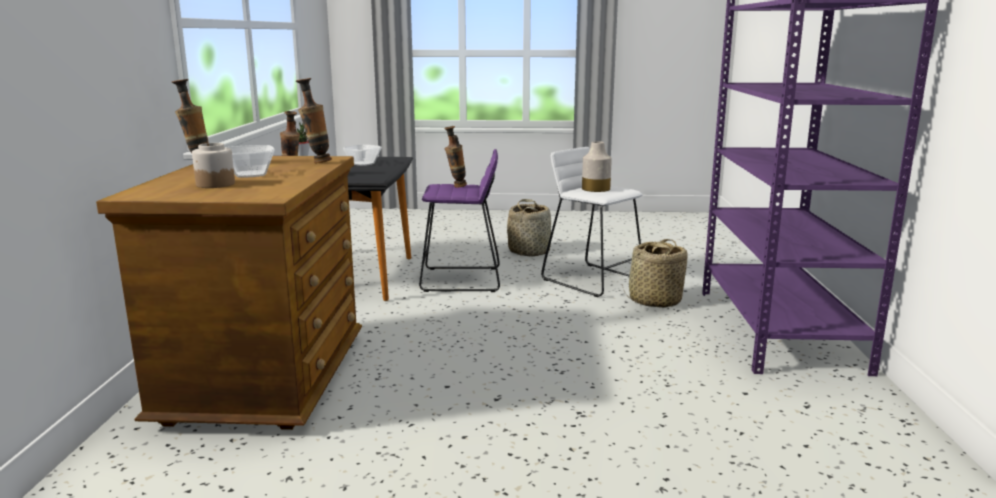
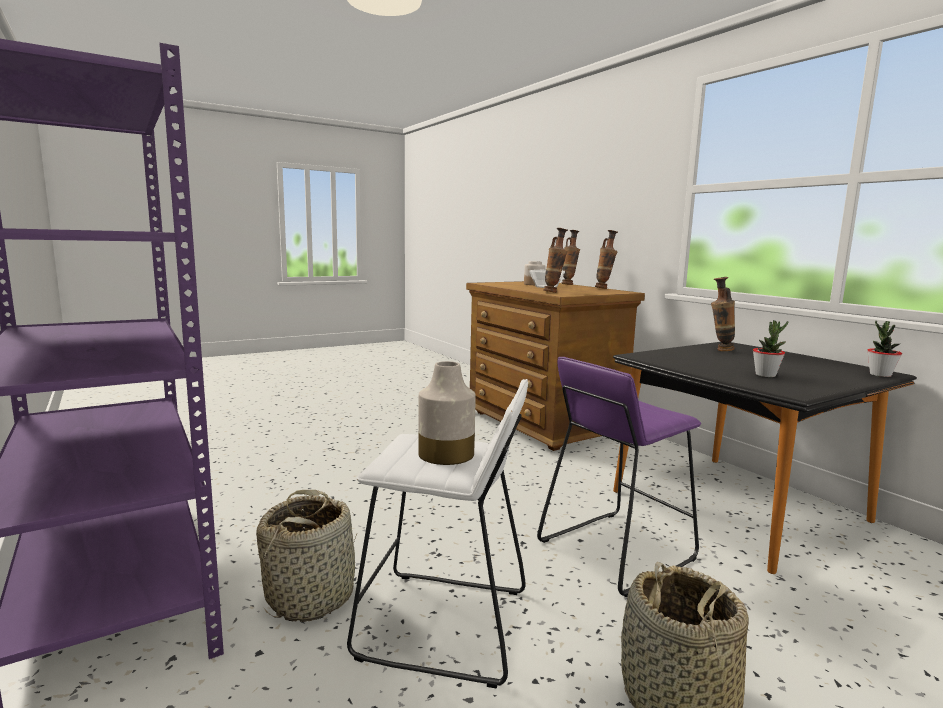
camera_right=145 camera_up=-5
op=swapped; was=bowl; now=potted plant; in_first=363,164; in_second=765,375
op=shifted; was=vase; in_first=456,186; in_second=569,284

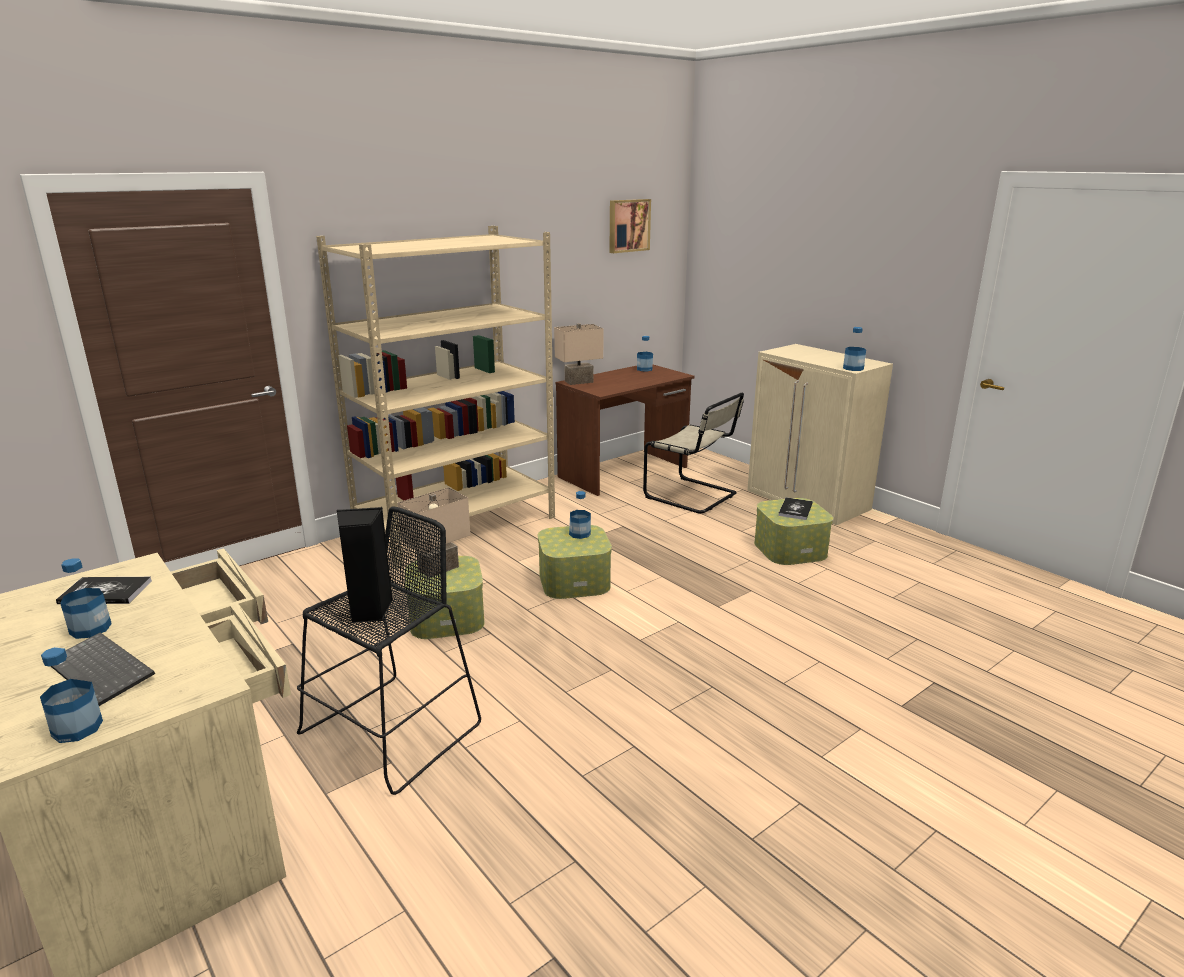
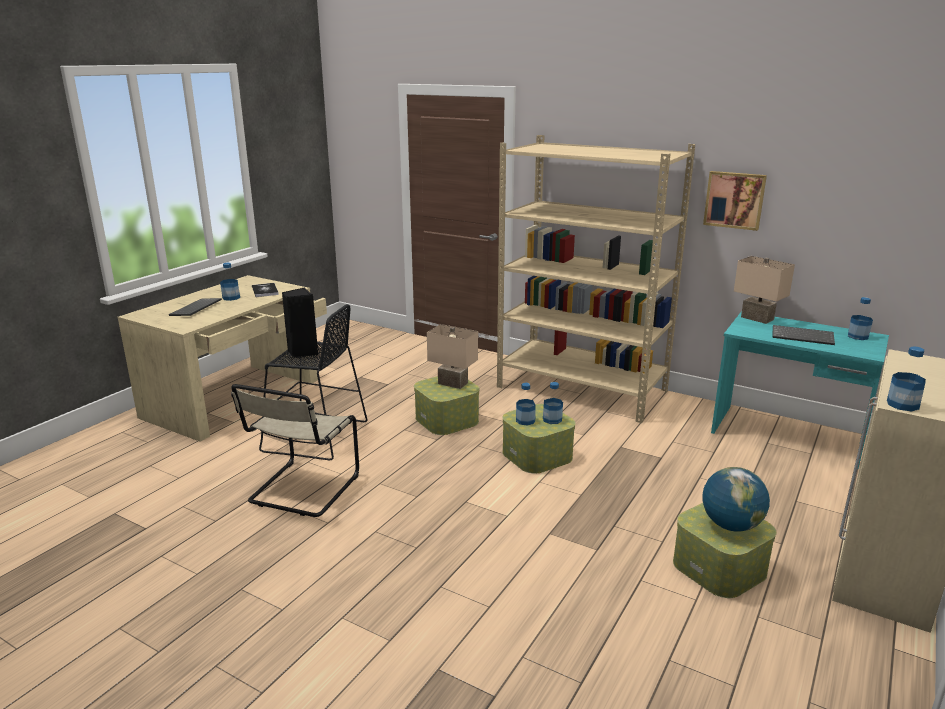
camera_right=70 camera_up=0
op=shifted; was=bottle; in_first=77,728; in_second=525,420
op=repainted; was=brown desk; now=turquoise desk; in_first=624,472; in_second=787,436
op=shifted; was=picture; in_first=628,225; in_second=734,200
op=shifted; was=beige chair; in_first=693,496; in_second=302,490
op=swapped; was=book; now=globe; in_first=795,509; in_second=731,525
op=new; now=keyboard; in_second=803,336

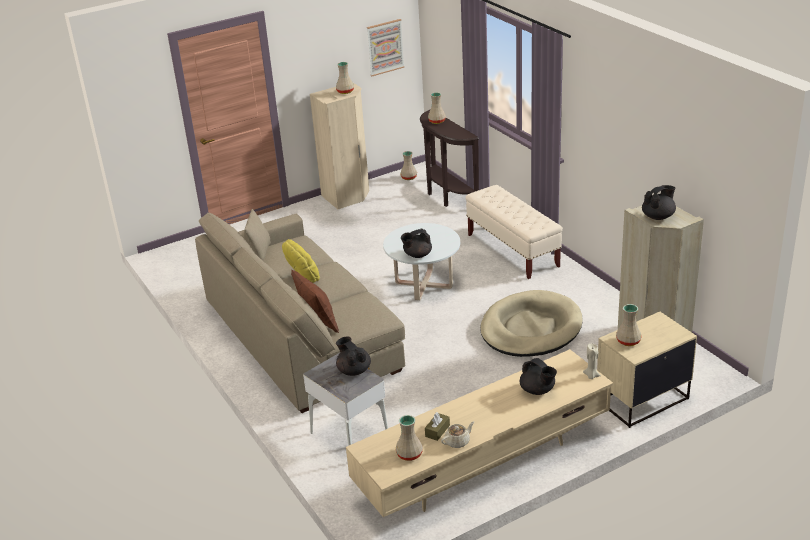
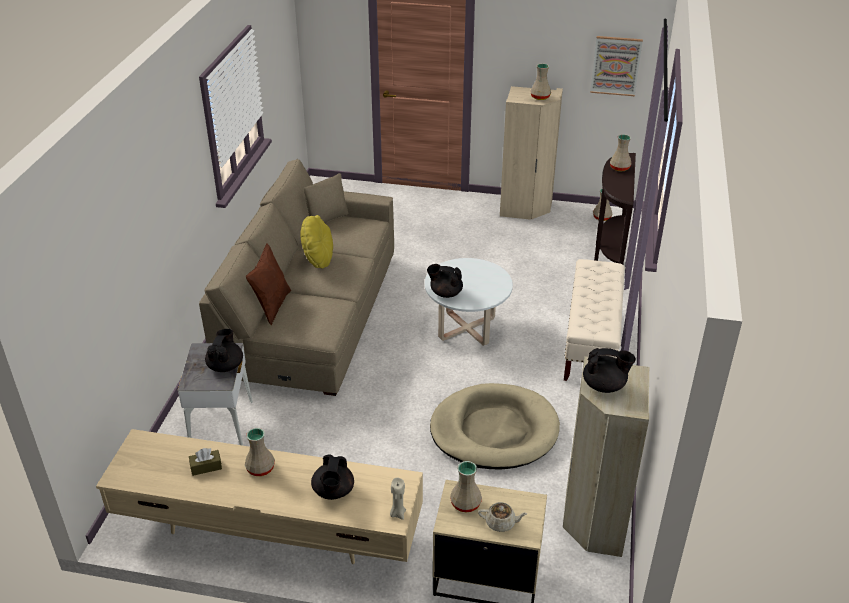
camera_right=40 camera_up=5
op=shifted; was=beige vase; in_first=409,455; in_second=260,469
op=shifted; was=beige teapot; in_first=458,442; in_second=501,523

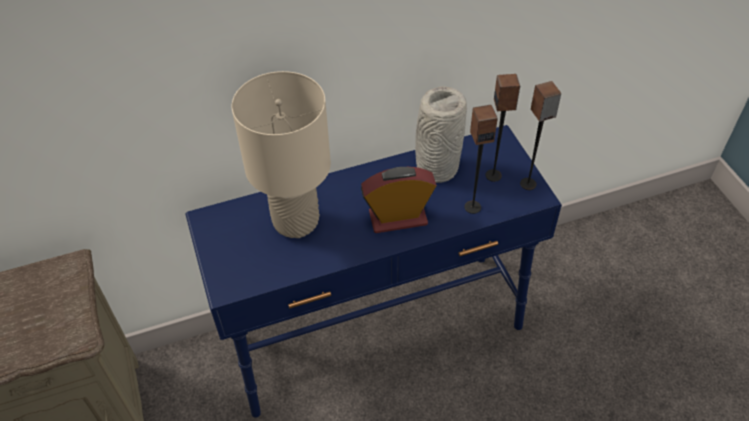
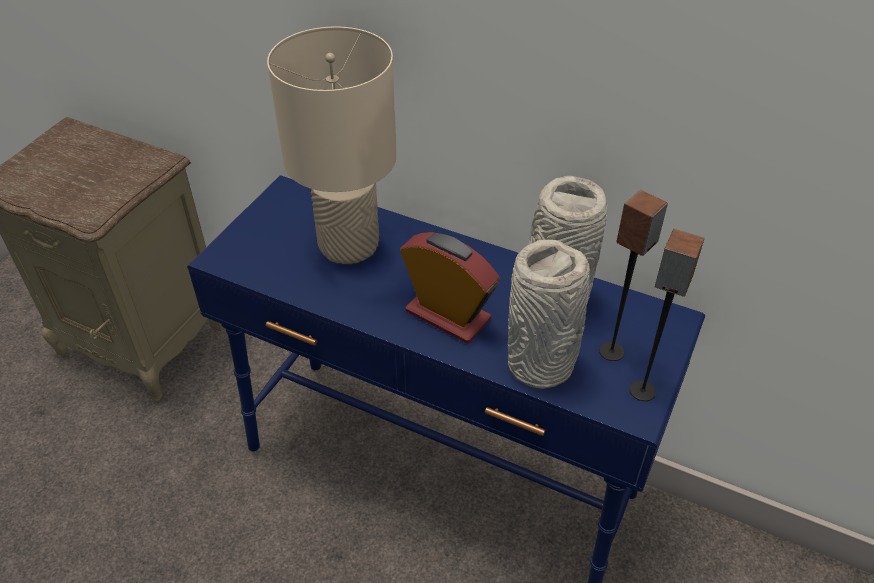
camera_right=45 camera_up=-5
op=swapped; was=speaker; now=grey vase; in_first=472,207; in_second=542,364

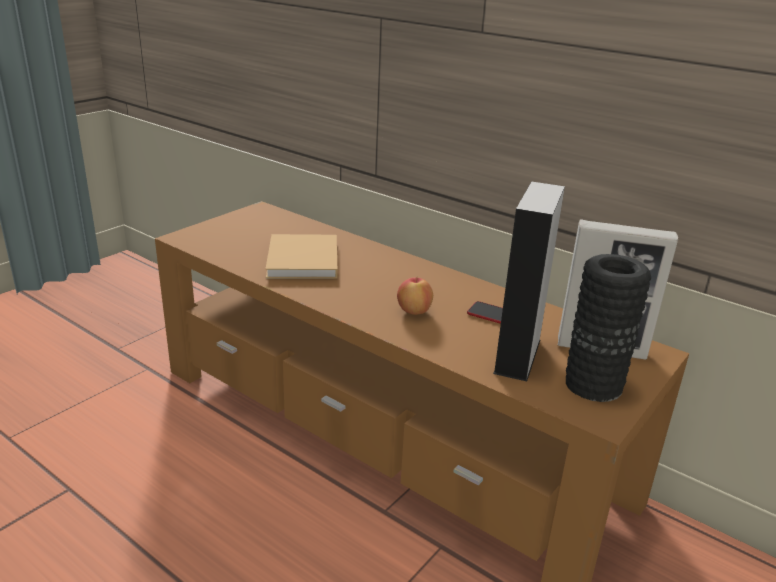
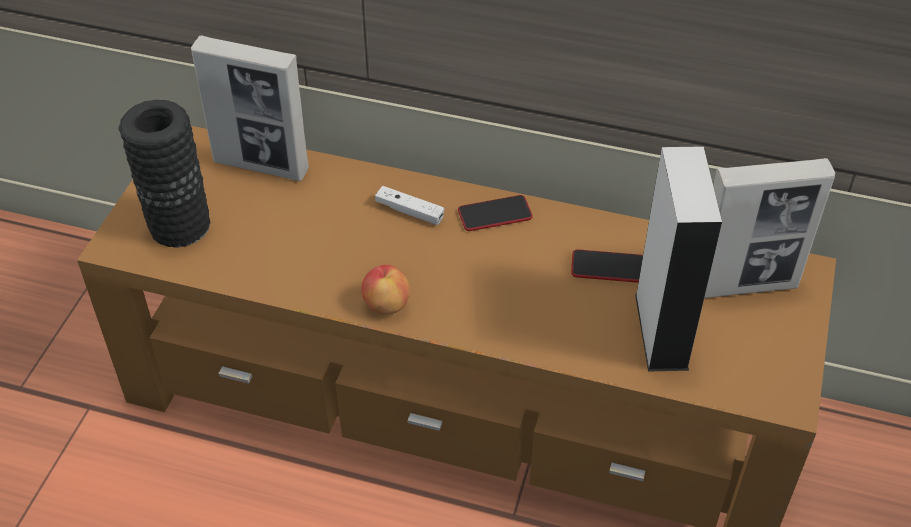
camera_right=-20 camera_up=20
op=gone; was=beige book; in_first=303,261
op=shifted; was=apple; in_first=414,311; in_second=386,304
op=shifted; was=black vase; in_first=593,385; in_second=179,226
op=new; now=picture frame; in_second=261,166
op=new; now=white game controller; in_second=409,211
op=new; now=phone; in_second=495,214

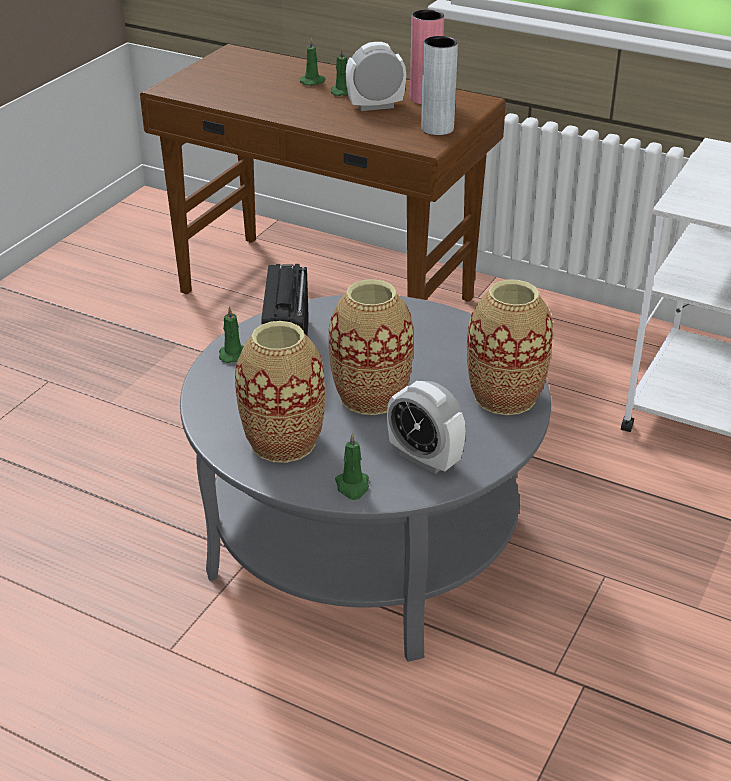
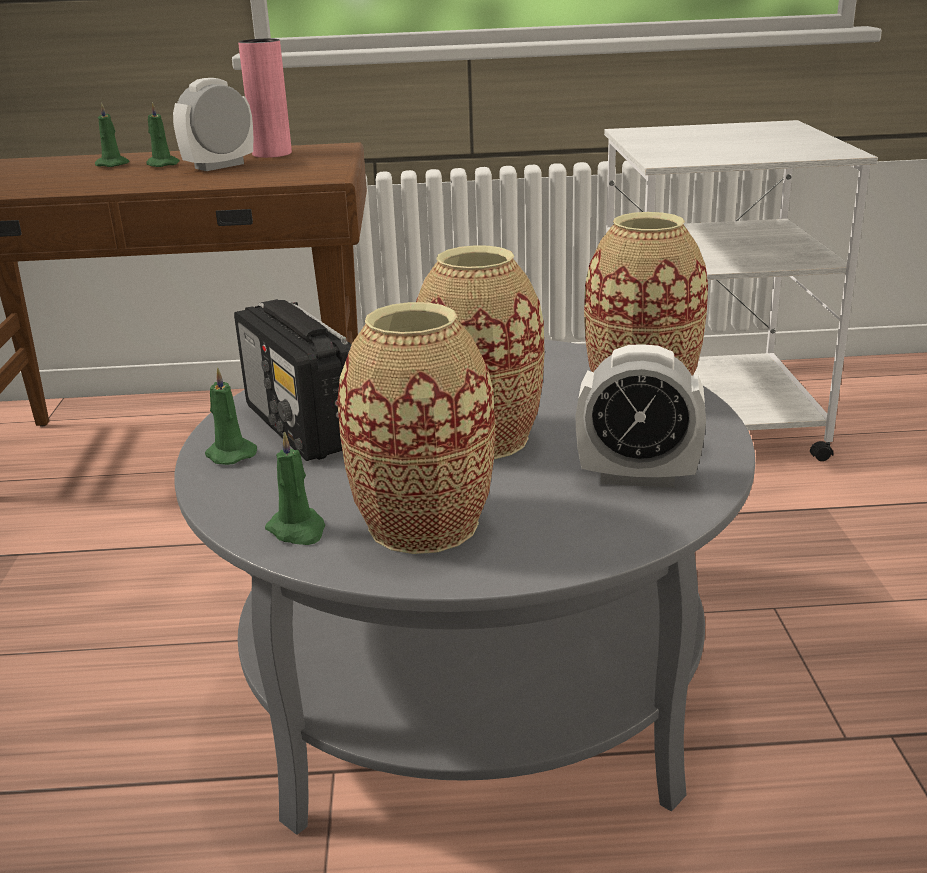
camera_right=-30 camera_up=-10
op=shifted; was=green candle; in_first=352,486; in_second=298,530
op=gone; was=grey vase; in_first=437,129

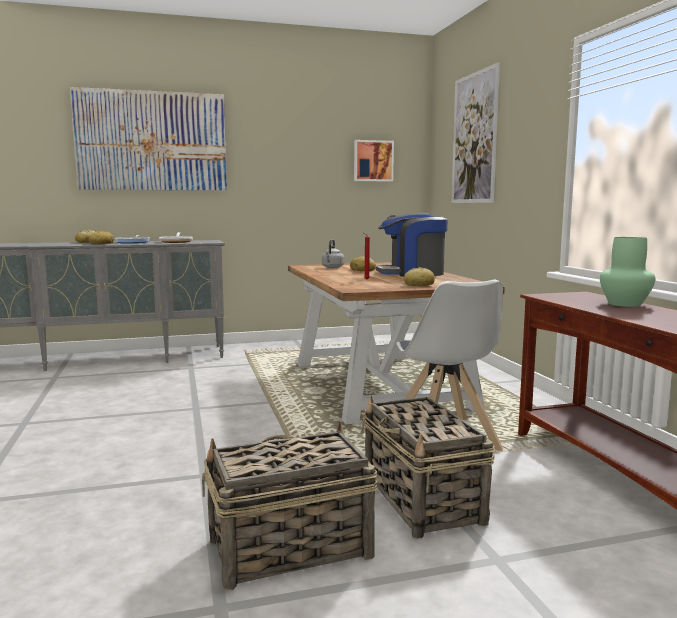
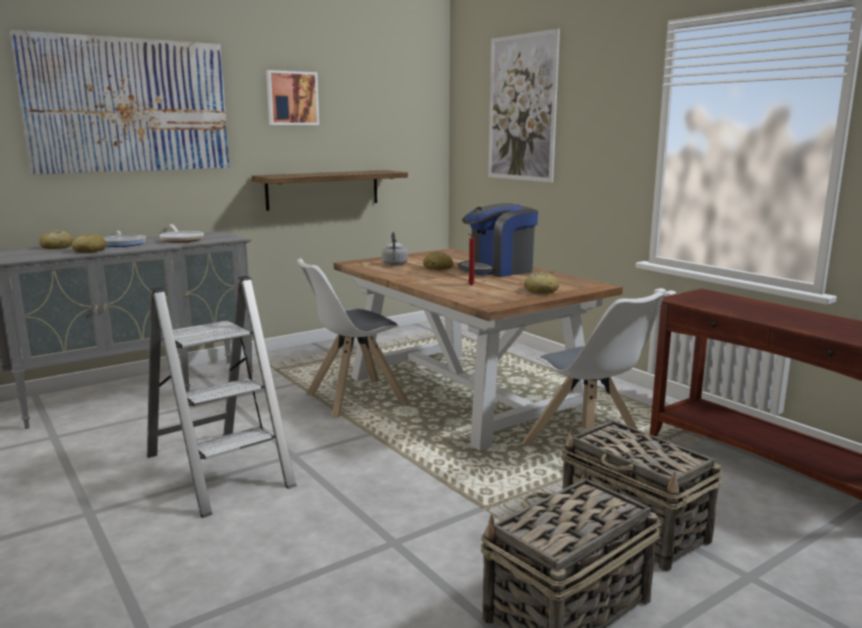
camera_right=-20 camera_up=5
op=shifted; was=picture; in_first=373,161; in_second=292,98
op=gone; was=green vase; in_first=624,304
op=new; now=grey step ladder; in_second=217,469
op=new; now=shelf; in_second=323,189
op=new; now=chair; in_second=353,399

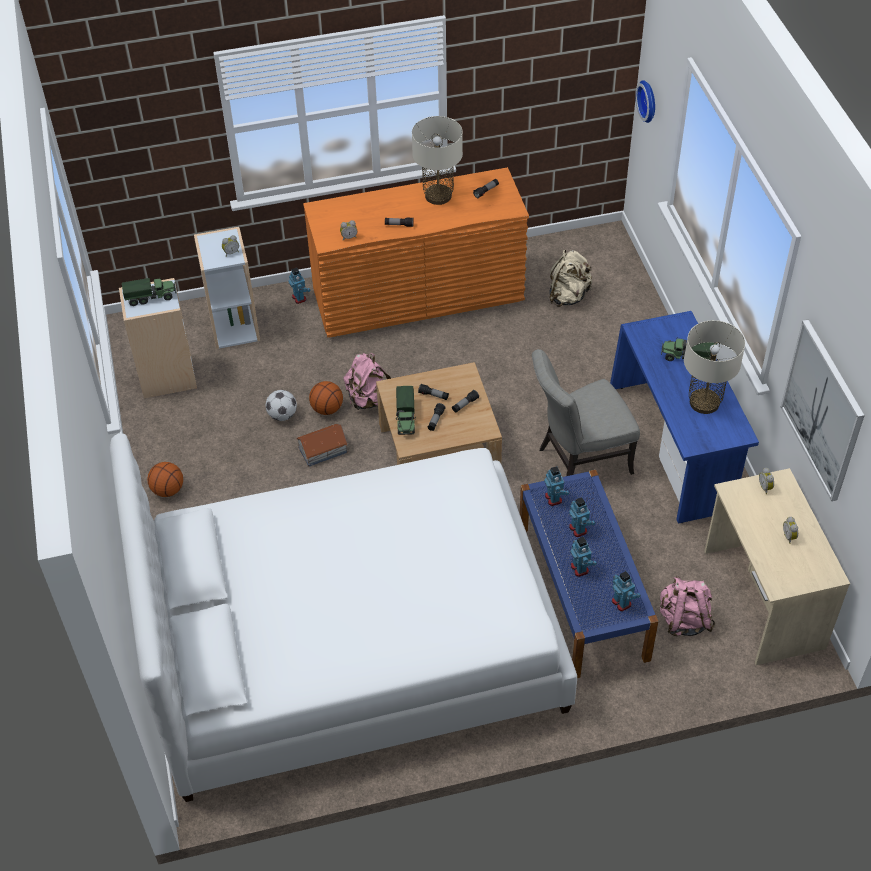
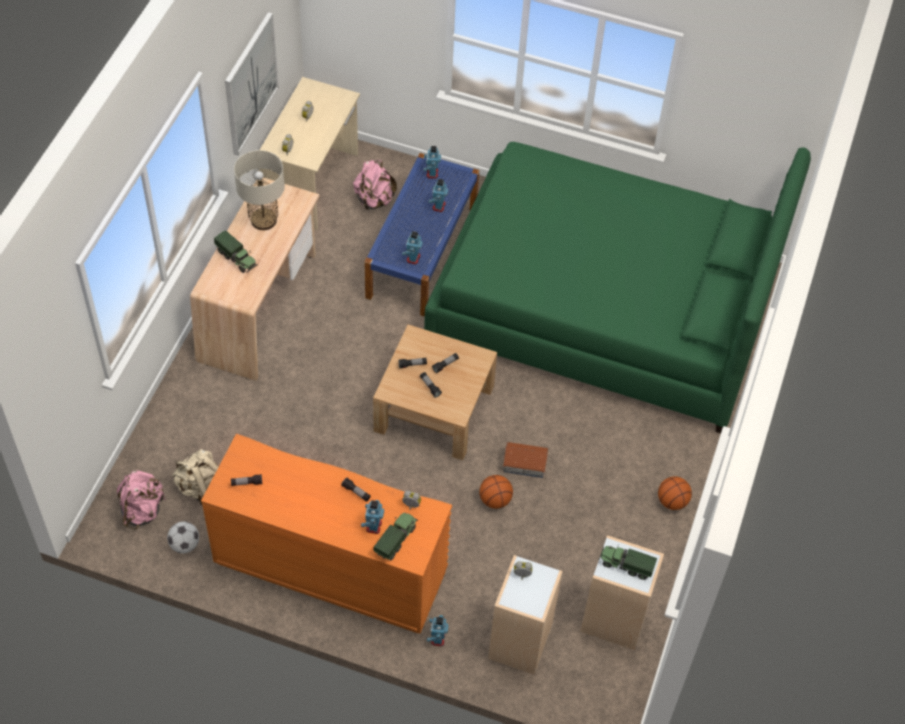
camera_right=-150 camera_up=5
op=repainted; was=white bed; now=green bed; in_first=351,642; in_second=603,307
op=shifted; was=football; in_first=282,415; in_second=185,545
op=shifted; was=pink backpack; in_first=368,399; in_second=142,510
op=shifted; was=toy truck; in_first=405,418; in_second=396,540
op=gone; was=table lamp; in_first=438,196
op=gone; was=grey chair; in_first=579,461
op=shifted; was=toy robot; in_first=578,529; in_second=373,526
op=repainted; was=blue desk; now=beige desk; in_first=673,448; in_second=260,308
op=gone; was=wall clock; in_first=649,101

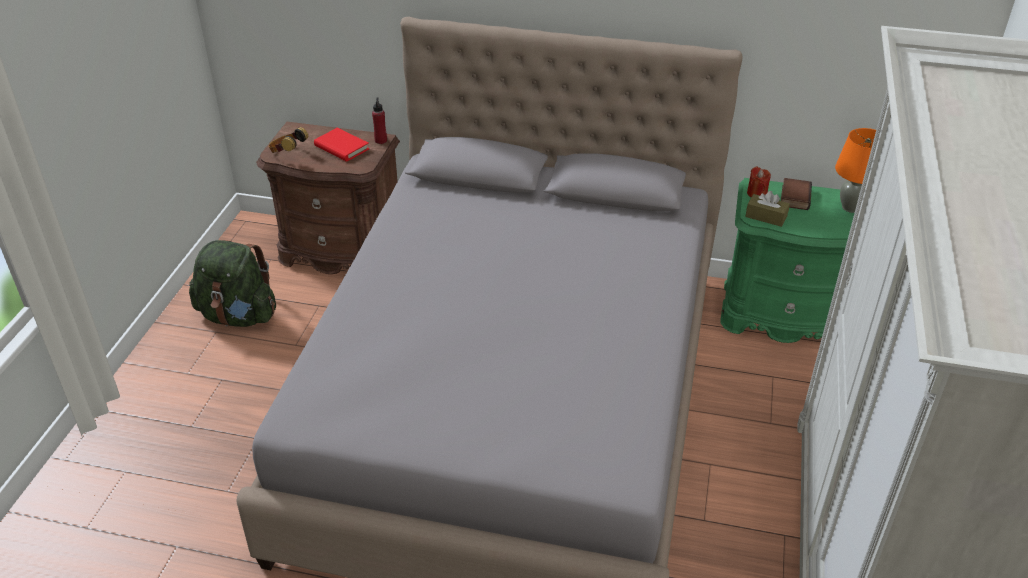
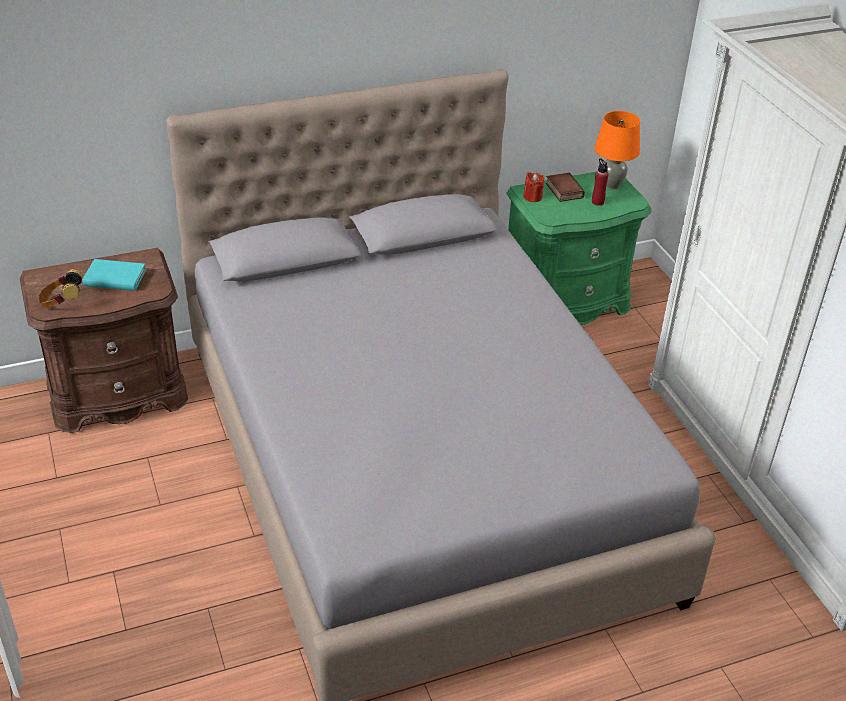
camera_right=-35 camera_up=0
op=gone; was=green backpack; in_first=238,316
op=repainted; was=red book; now=turquoise book; in_first=341,147; in_second=115,278
op=shifted; was=red bottle; in_first=381,140; in_second=597,202
op=gone; was=brown tissue box; in_first=766,216

